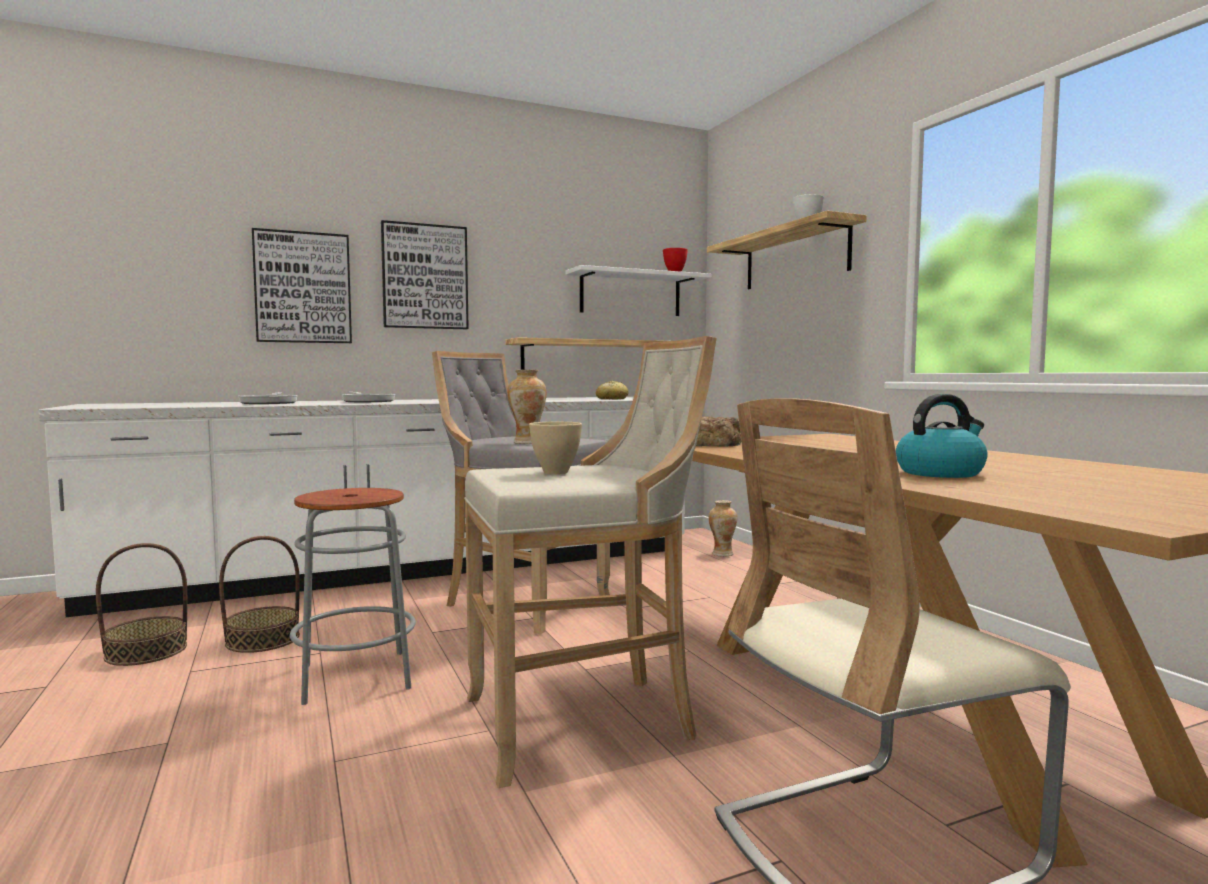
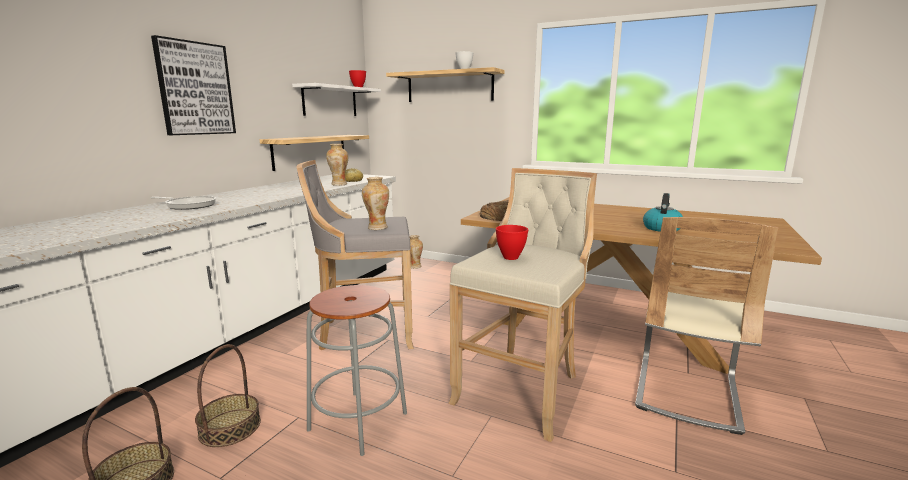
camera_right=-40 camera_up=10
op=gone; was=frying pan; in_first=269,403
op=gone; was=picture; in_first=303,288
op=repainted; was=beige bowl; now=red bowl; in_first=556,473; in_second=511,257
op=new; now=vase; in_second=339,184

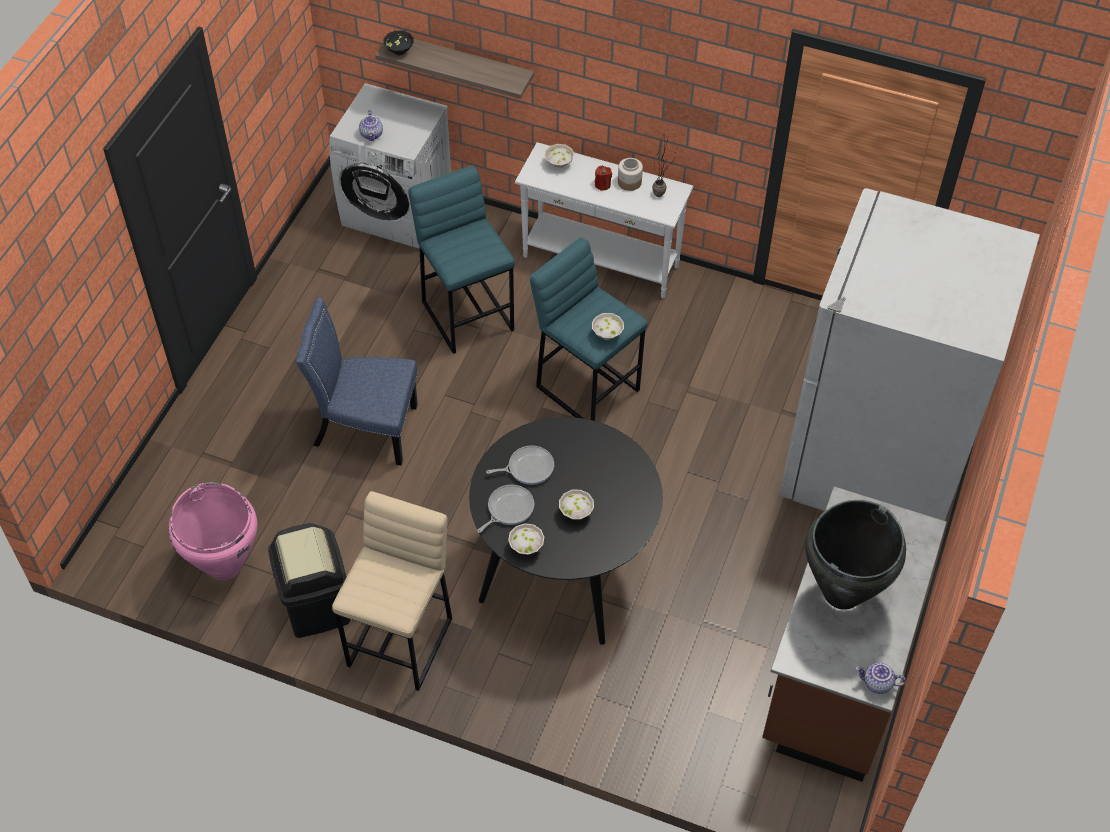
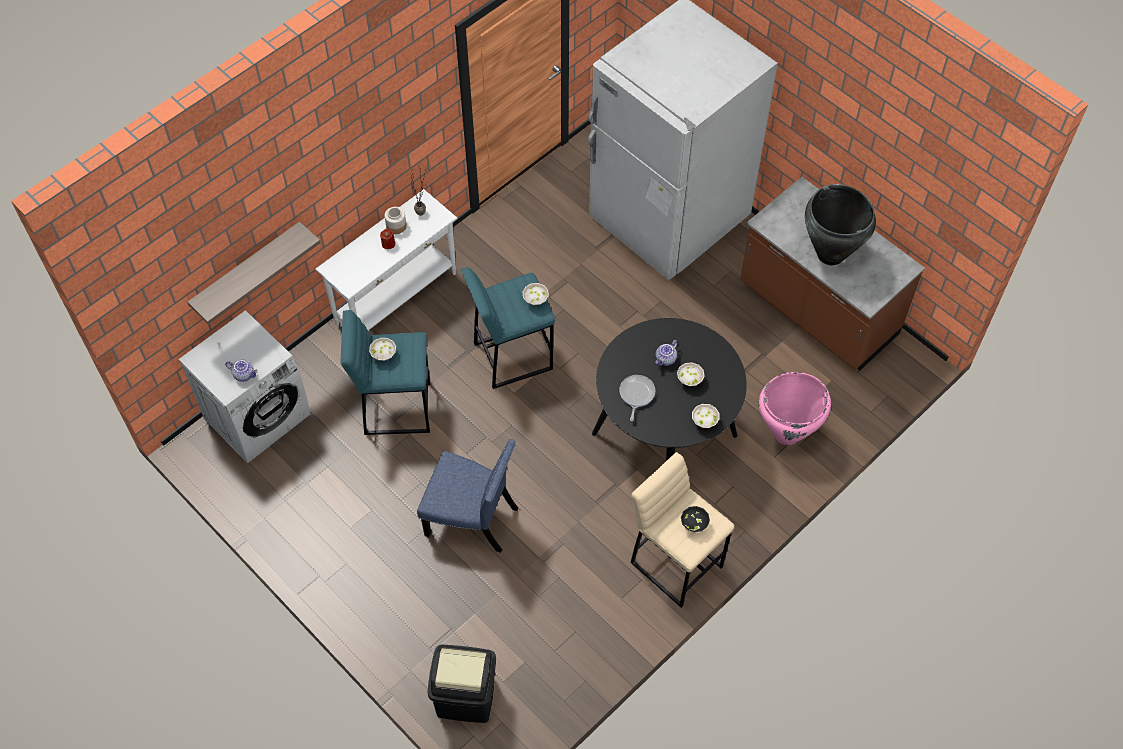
camera_right=-65 camera_up=5
op=shifted; was=pink vase; in_first=224,565; in_second=786,433
op=shifted; was=black trash can; in_first=316,606; in_second=465,698
op=rotated; was=blue chair; in_first=367,428; in_second=470,518; clockwise=-105
op=shifted; was=black bowl; in_first=400,51; in_second=694,524
op=gone; was=frying pan; in_first=508,509
op=shifted; was=white bowl; in_first=559,164; in_second=384,355
op=shifted; was=teapot; in_first=877,684; in_second=666,359

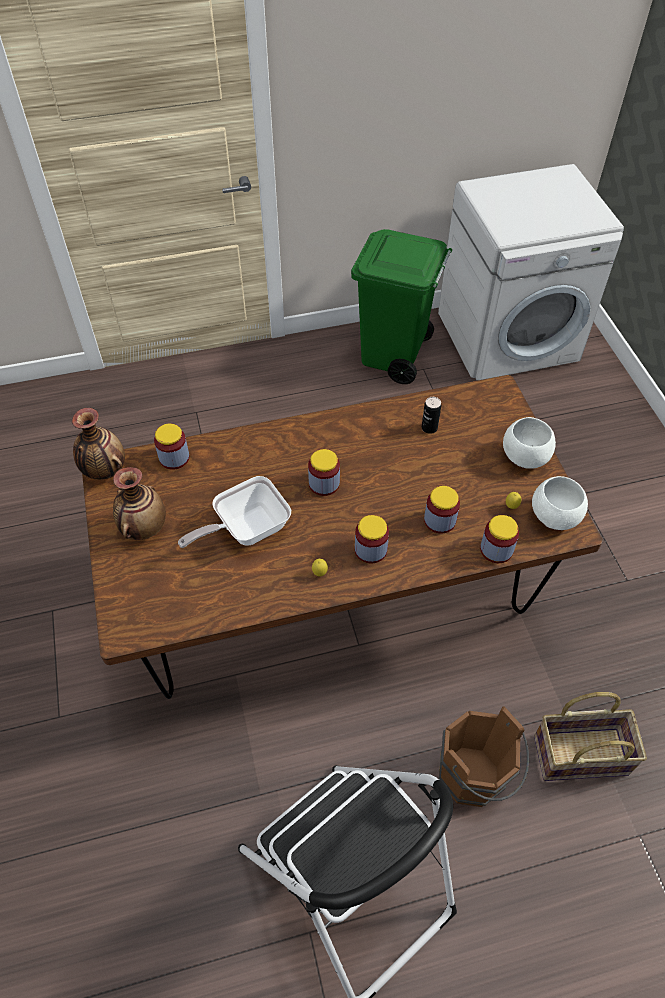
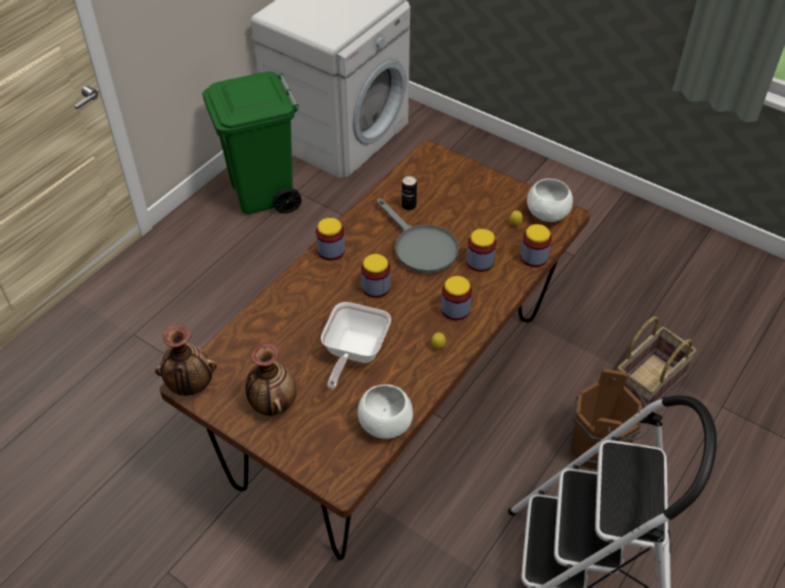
camera_right=-40 camera_up=-5
op=shifted; was=jar; in_first=174,458; in_second=331,250
op=shifted; was=white bowl; in_first=525,456; in_second=385,424
op=new; now=grey frying pan; in_second=420,247

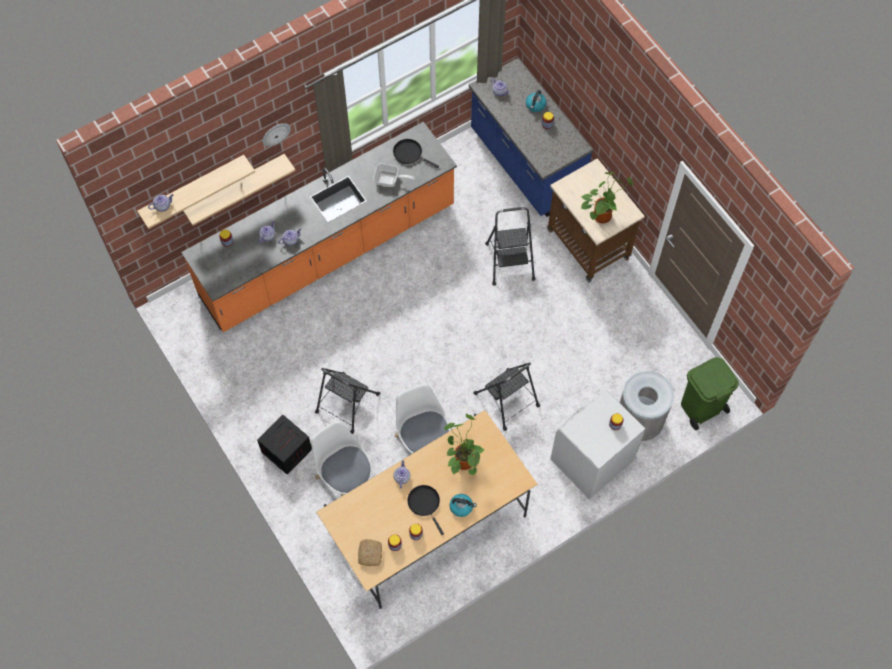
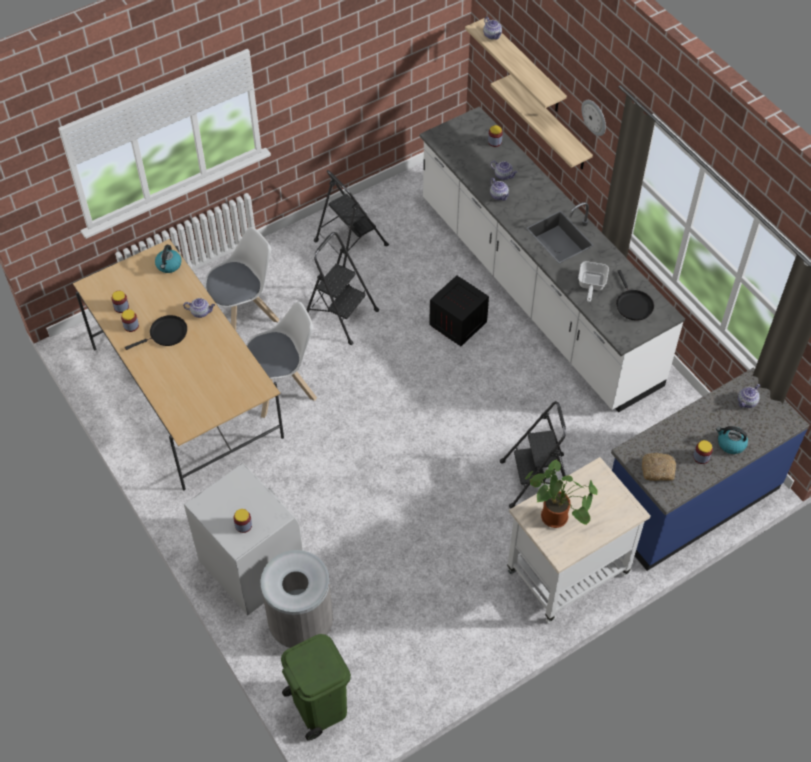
camera_right=90 camera_up=-10
op=repainted; was=orange counter; now=white counter; in_first=328,252; in_second=536,291
op=shifted; was=crate; in_first=286,451; in_second=457,323
op=shifted; was=bread; in_first=369,553; in_second=658,469
op=rotated; was=black frying pan; in_first=409,153; in_second=633,305; clockwise=135
op=gone; was=potted plant; in_first=462,459
op=shifted; was=kettle; in_first=461,507; in_second=169,265
op=shifted; was=black step ladder; in_first=507,400; in_second=349,243
op=repainted; was=brown cart; now=white cart; in_first=588,245; in_second=567,574

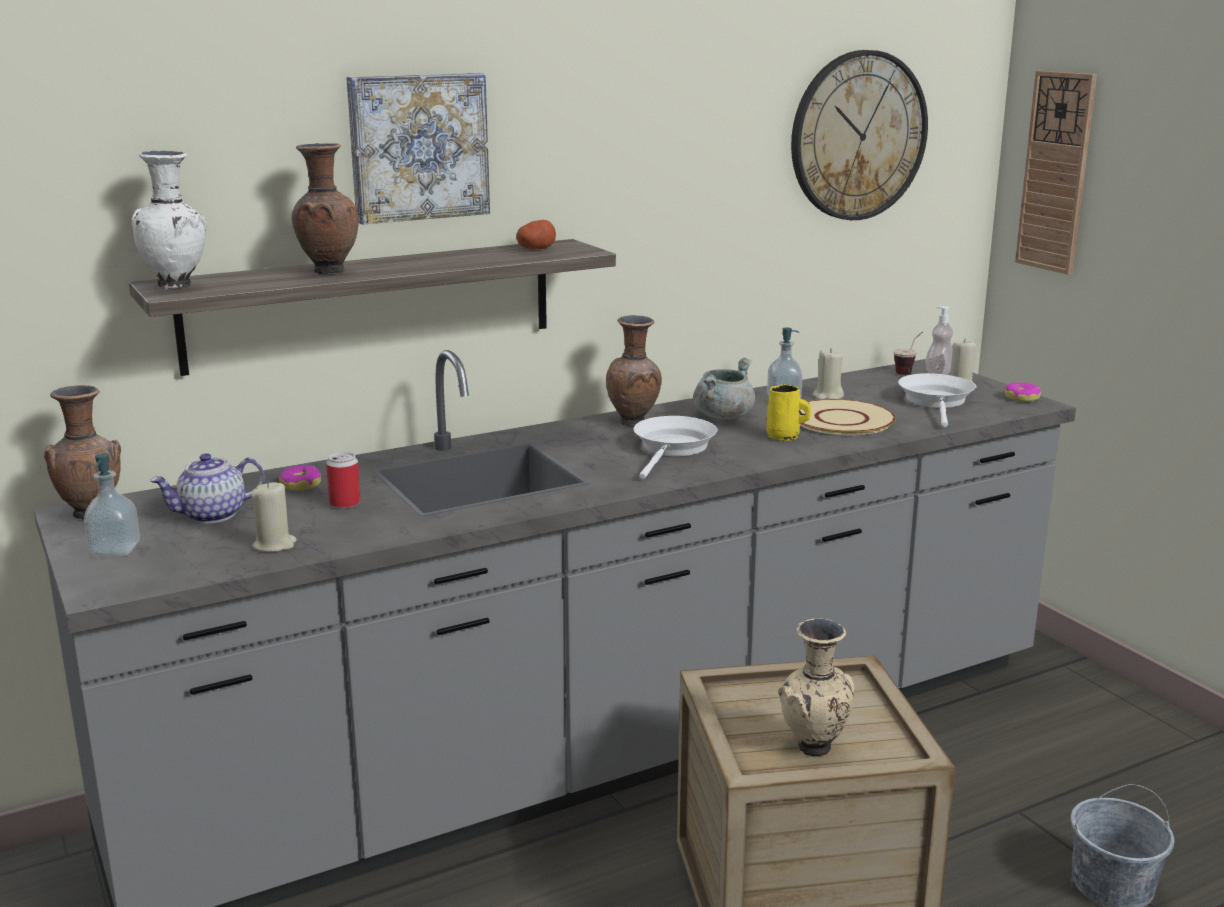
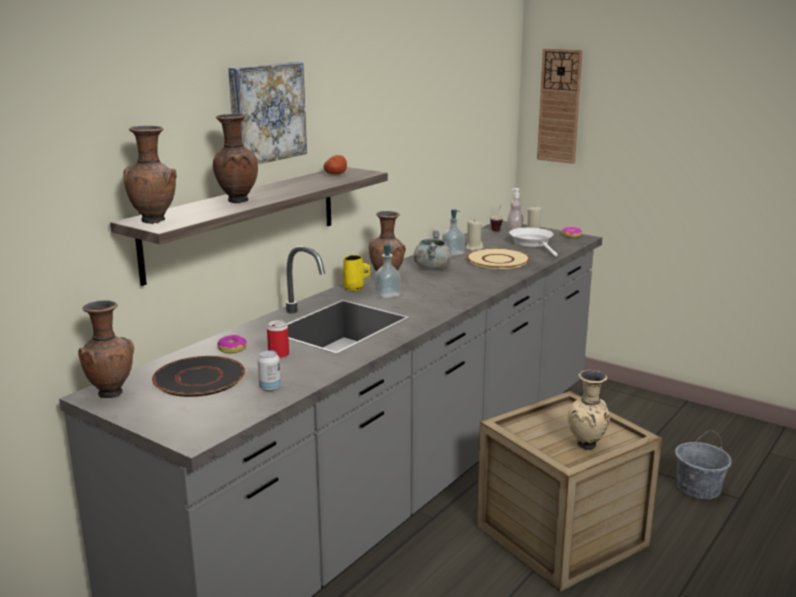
camera_right=-25 camera_up=0
op=shifted; was=soap dispenser; in_first=115,550; in_second=387,295
op=repainted; was=white vase; now=brown vase; in_first=177,286; in_second=155,221
op=swapped; was=teapot; now=black plate; in_first=212,515; in_second=200,378
op=swapped; was=beige candle; now=can; in_first=275,545; in_second=270,388
op=gone; was=white frying pan; in_first=673,449
op=shifted; was=yellow mug; in_first=785,437; in_second=355,288
op=gone; was=wall clock; in_first=858,136

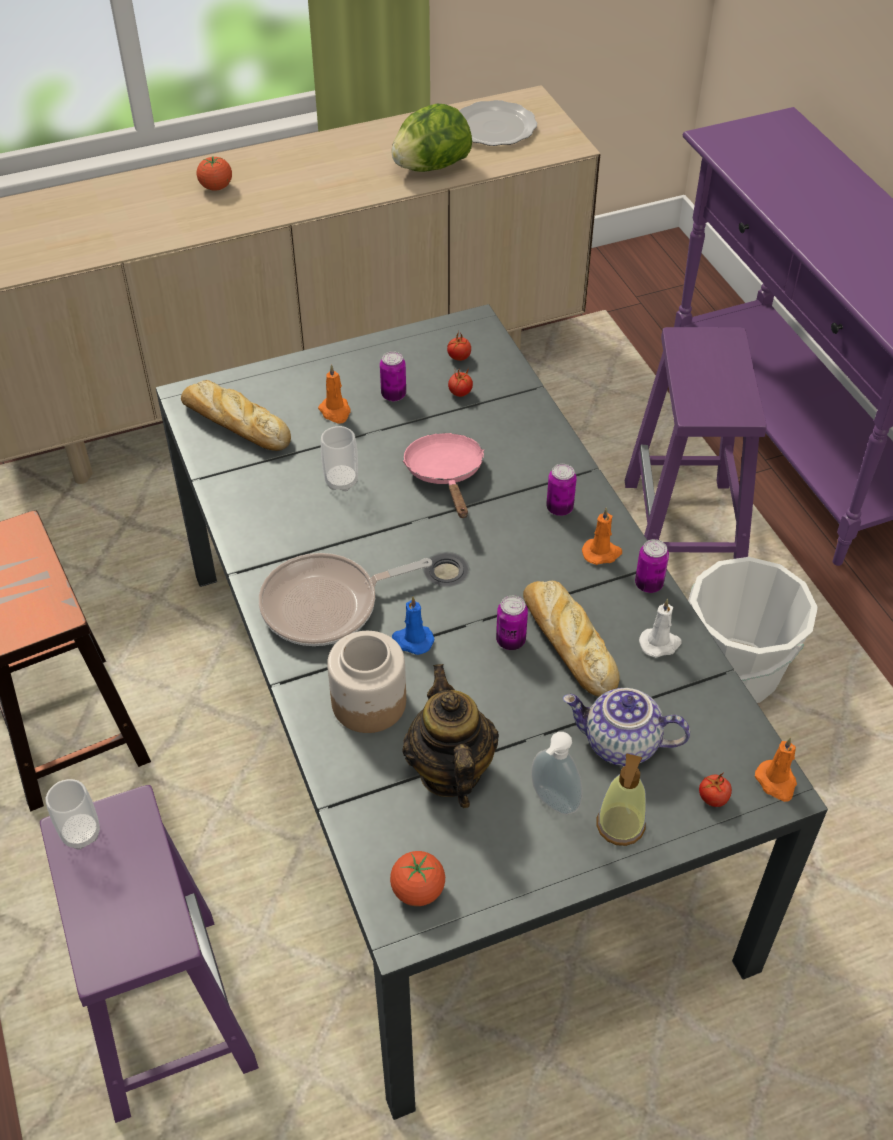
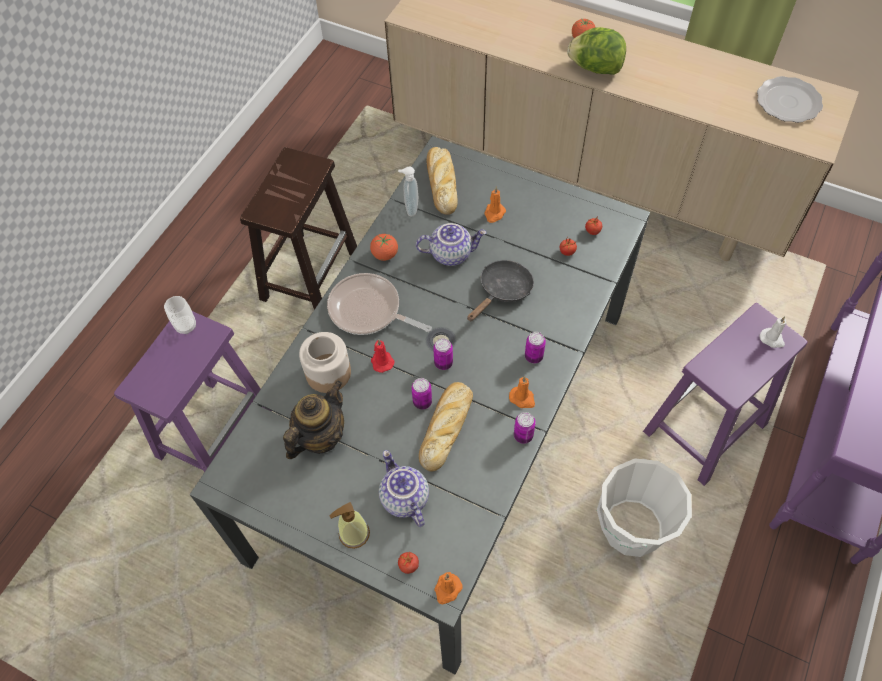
camera_right=50 camera_up=10
op=swapped; was=cup; now=teapot; in_first=341,481; in_second=451,253
op=shifted; was=can; in_first=393,395; in_second=443,363
op=shifted; was=tomato; in_first=418,890; in_second=385,254
op=shifted; was=lettuce; in_first=431,167; in_second=595,68
op=repainted; was=blue candle; now=red candle; in_first=412,640; in_second=381,361
op=repainted; was=pink frying pan; now=black frying pan; in_first=446,475; in_second=502,291
op=shifted; was=soap dispenser; in_first=552,803; in_second=410,208
op=shifted; was=white candle; in_first=660,643; in_second=772,339

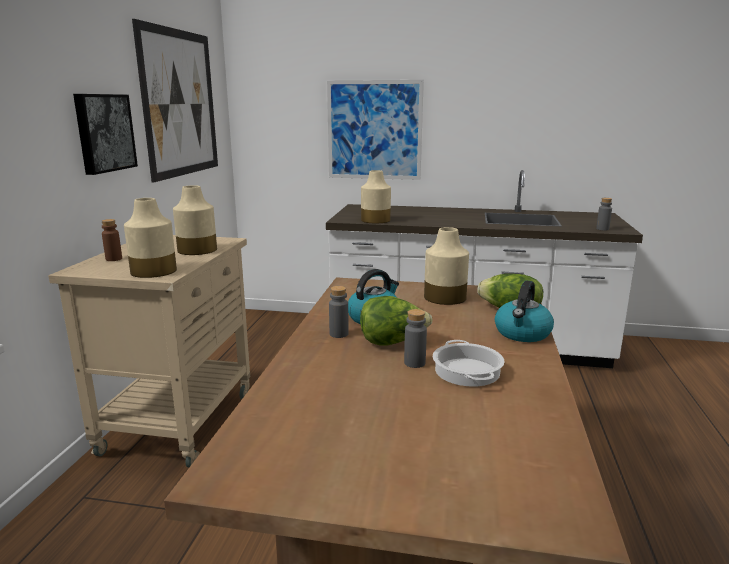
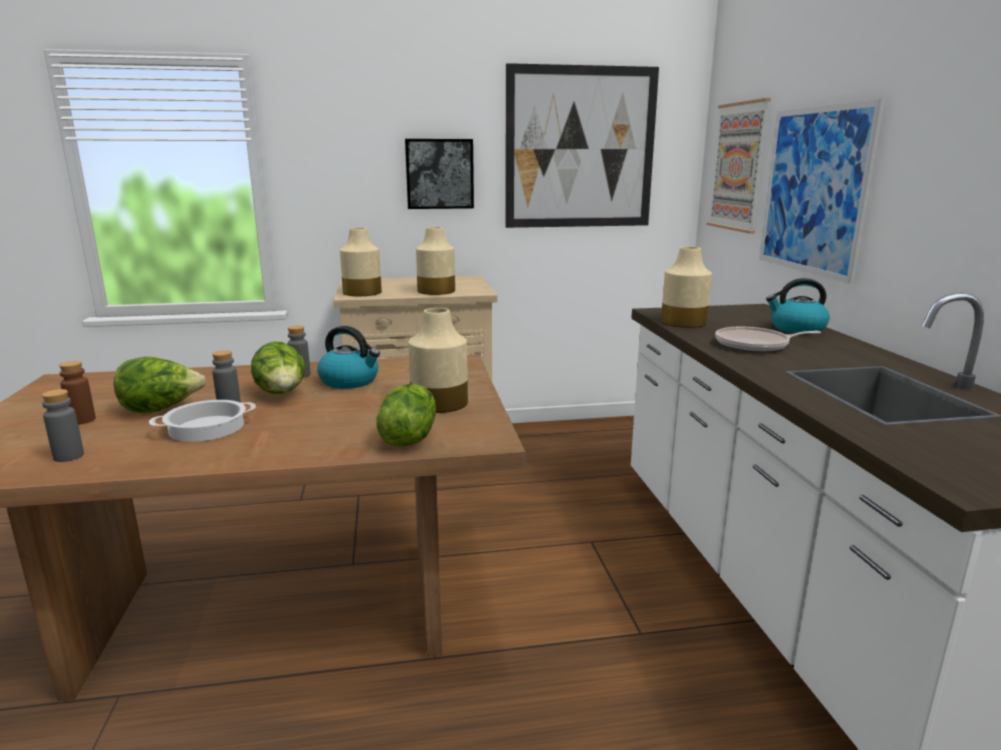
camera_right=70 camera_up=0
op=shifted; was=brown bottle; in_first=114,259; in_second=82,420
op=shifted; was=kettle; in_first=522,333; in_second=796,329
op=shifted; was=grey bottle; in_first=602,229; in_second=68,456
op=new; now=lettuce; in_second=161,409
op=new; now=picture; in_second=738,167
op=new; now=frying pan; in_second=755,345

